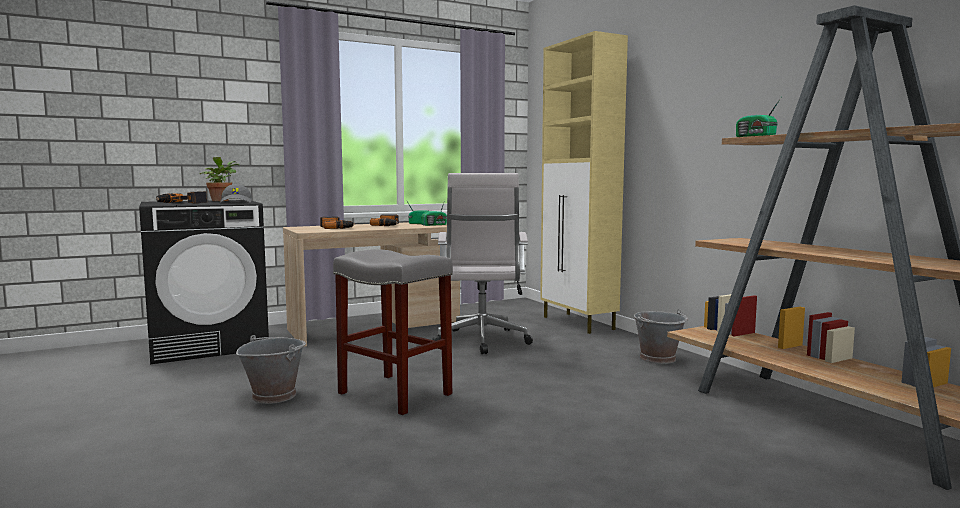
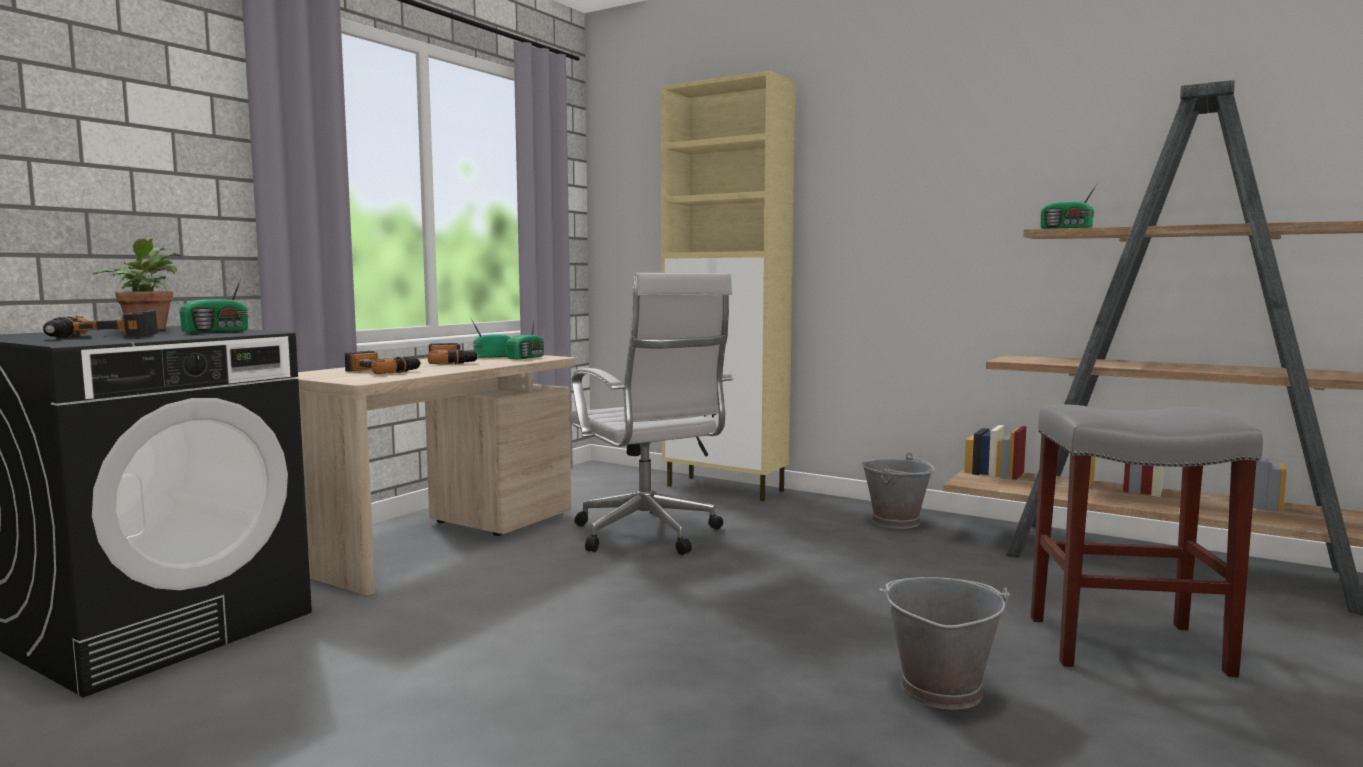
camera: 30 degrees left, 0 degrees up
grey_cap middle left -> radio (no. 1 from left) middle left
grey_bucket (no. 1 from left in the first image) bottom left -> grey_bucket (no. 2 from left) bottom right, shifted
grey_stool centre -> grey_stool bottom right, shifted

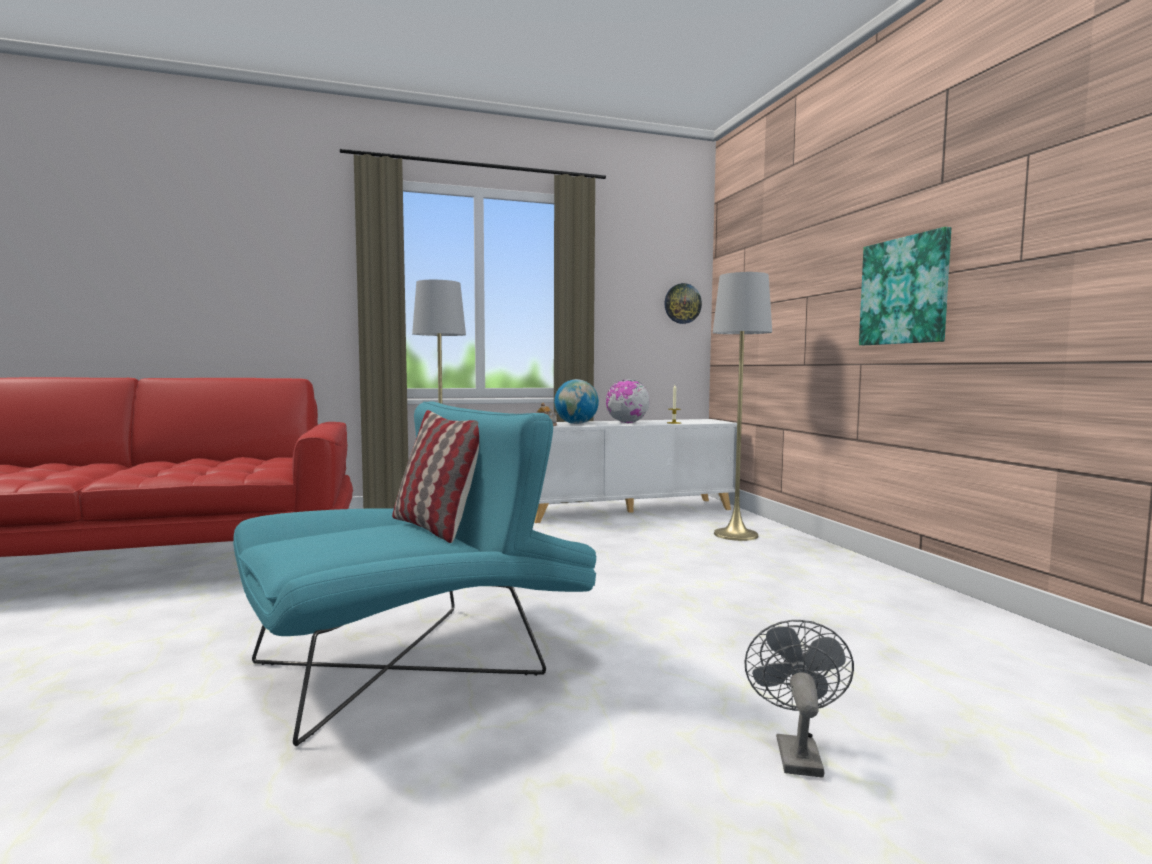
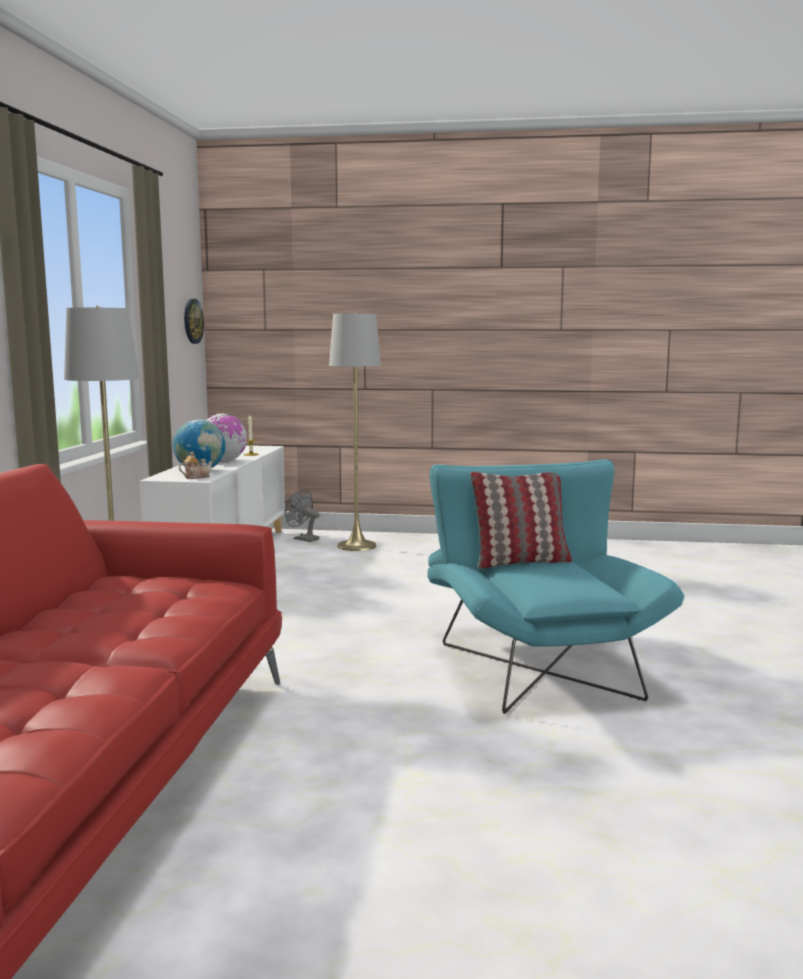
camera: 65 degrees left, 5 degrees up
grey_fan bottom right -> grey_fan centre, shifted
picture top right -> none

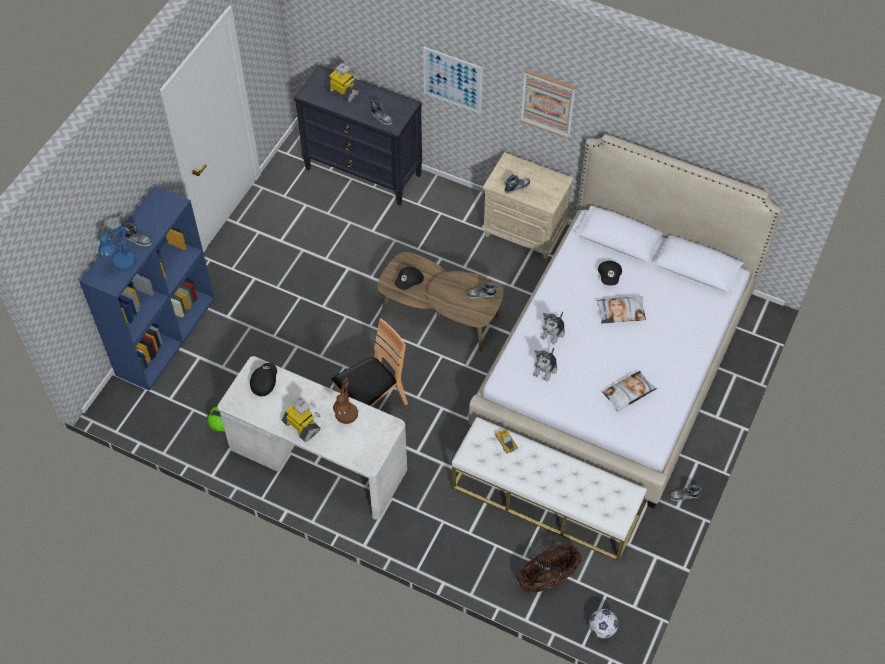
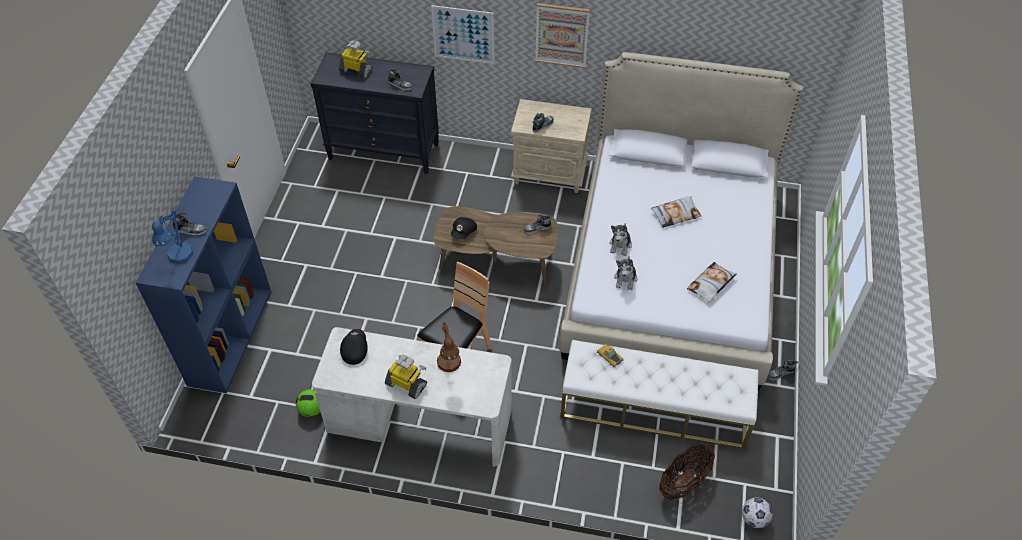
camera: 15 degrees left, 5 degrees down
black_cap (no. 3 from left) middle right -> none

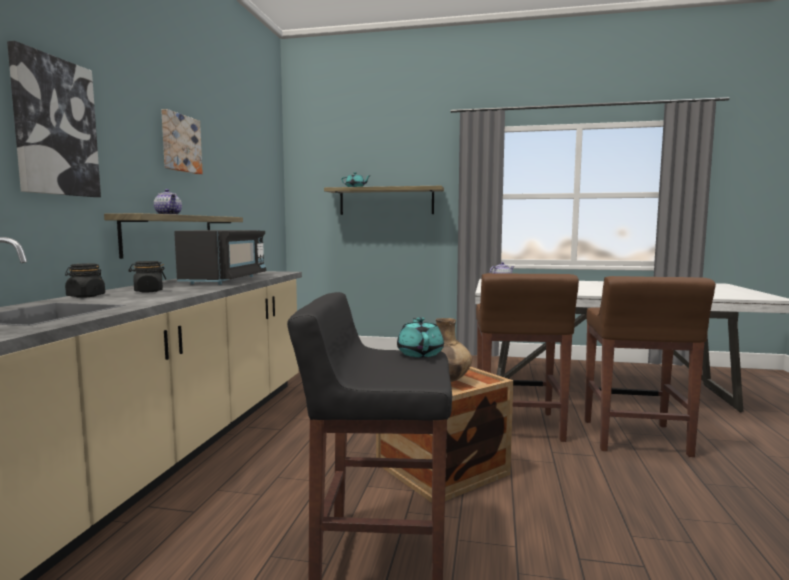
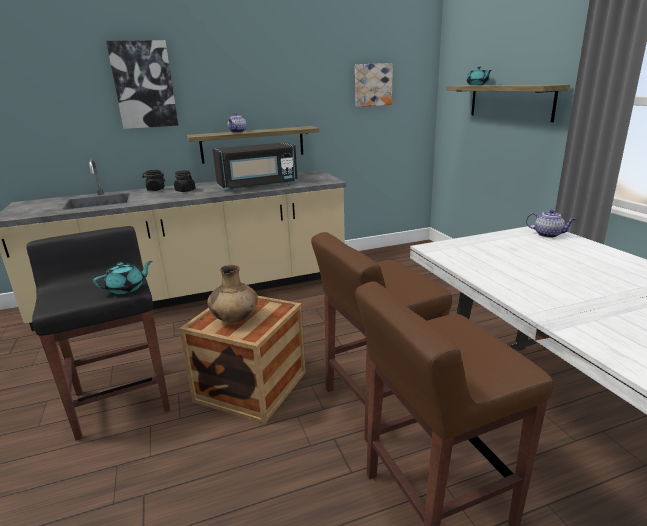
camera: 60 degrees right, 15 degrees up
picture (no. 2 from left) top left -> picture (no. 2 from left) top centre, shifted

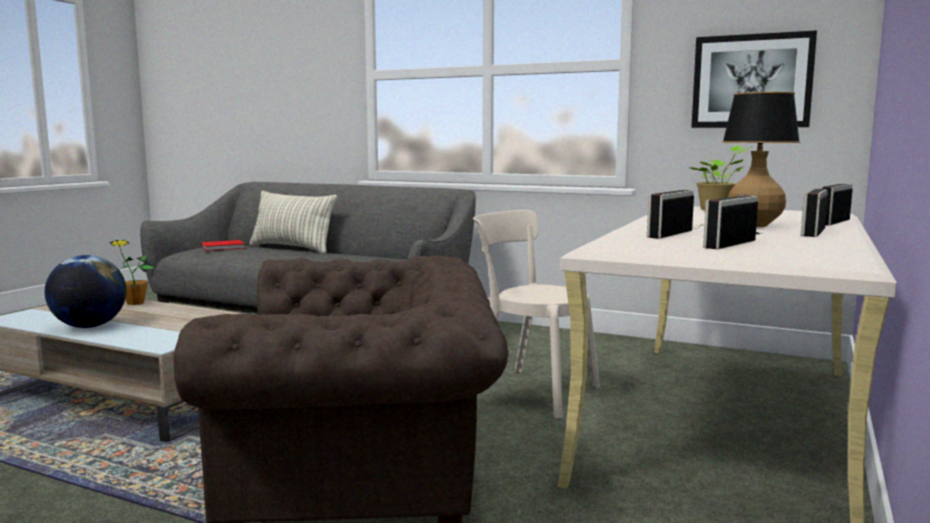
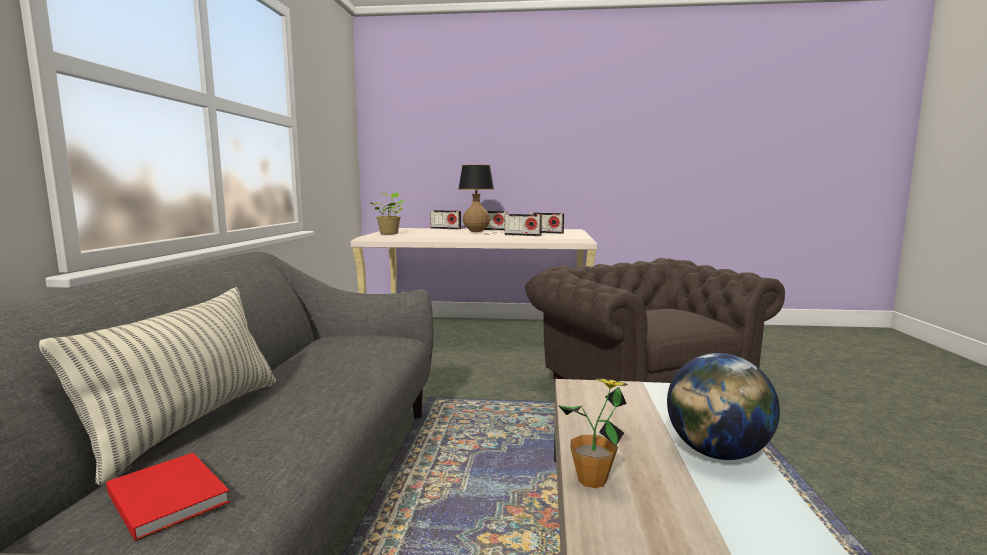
camera: 110 degrees left, 0 degrees up
beige_chair centre -> none
picture top right -> none

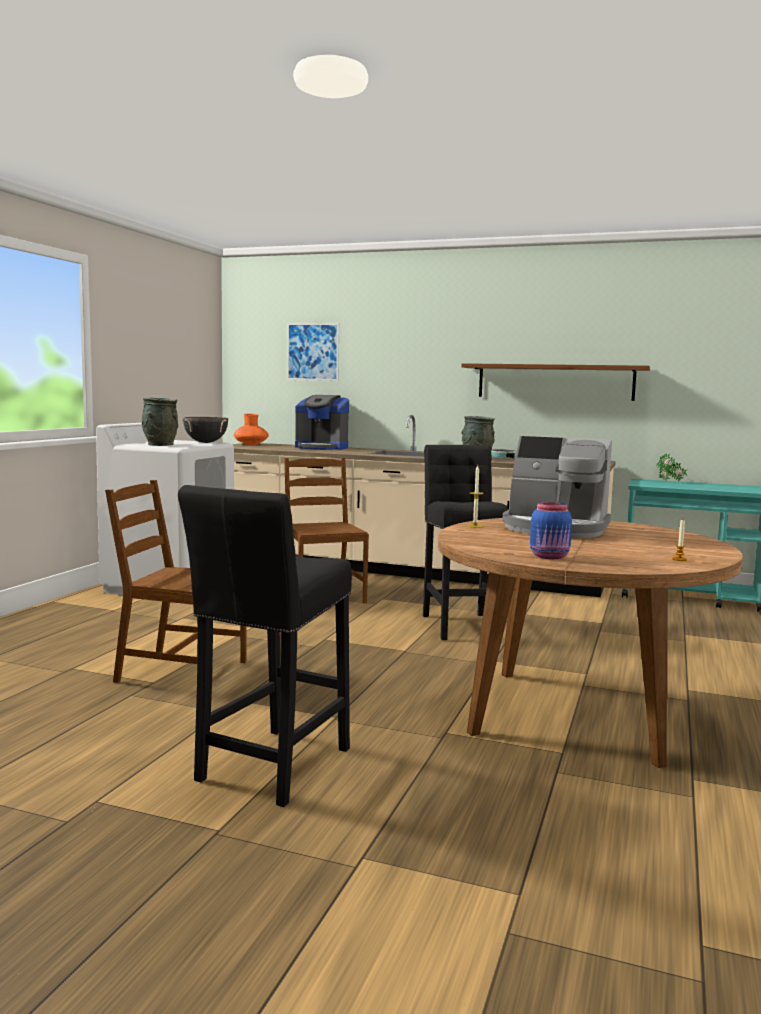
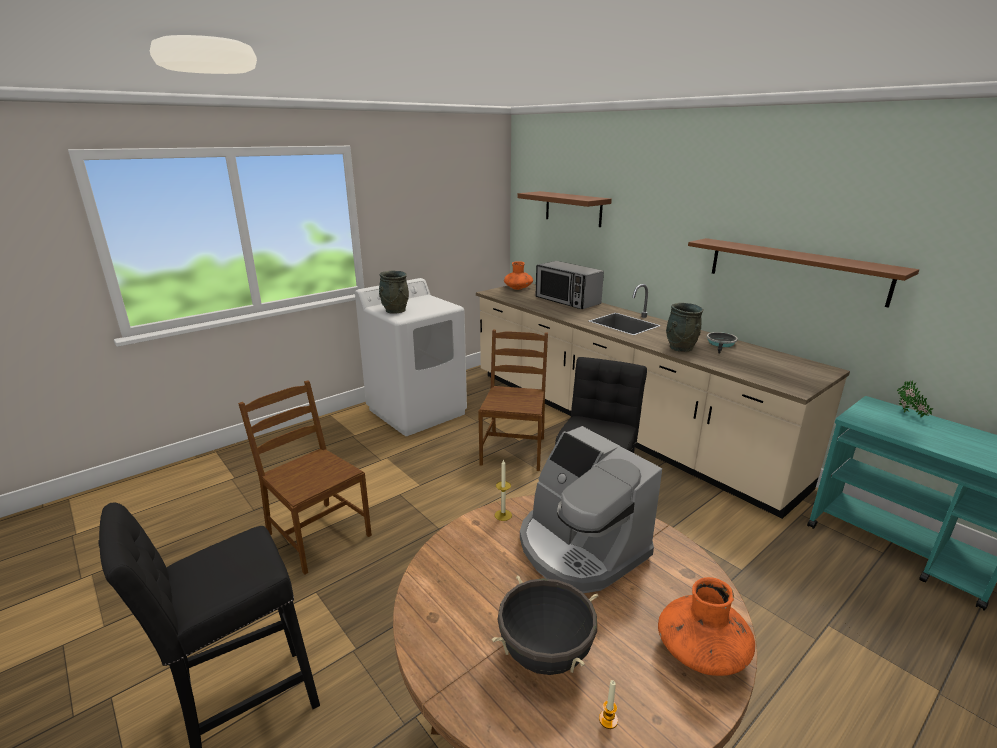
camera: 30 degrees right, 15 degrees up
black_cooking_pot middle left -> black_cooking_pot bottom centre, shifted
picture centre -> brown_shelf (no. 1 from left) top centre
coffee_machine (no. 1 from left) centre -> microwave centre
none -> orange_vase (no. 2 from left) bottom right
blue_jar middle right -> none

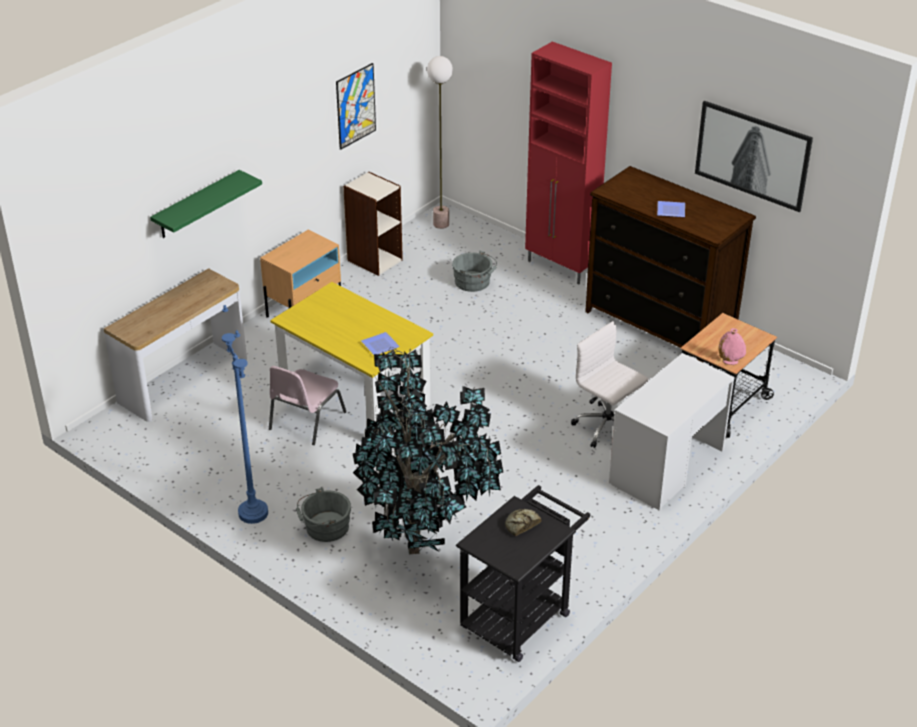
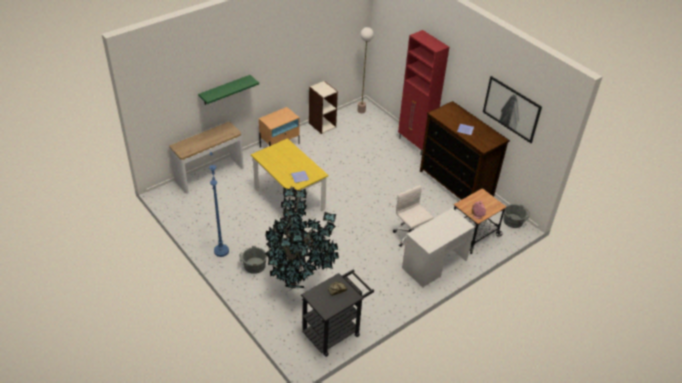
camera: 10 degrees right, 5 degrees up
grey_bucket (no. 2 from left) centre -> grey_bucket (no. 2 from left) middle right, shifted
pink_chair centre -> none
picture (no. 1 from left) top centre -> none

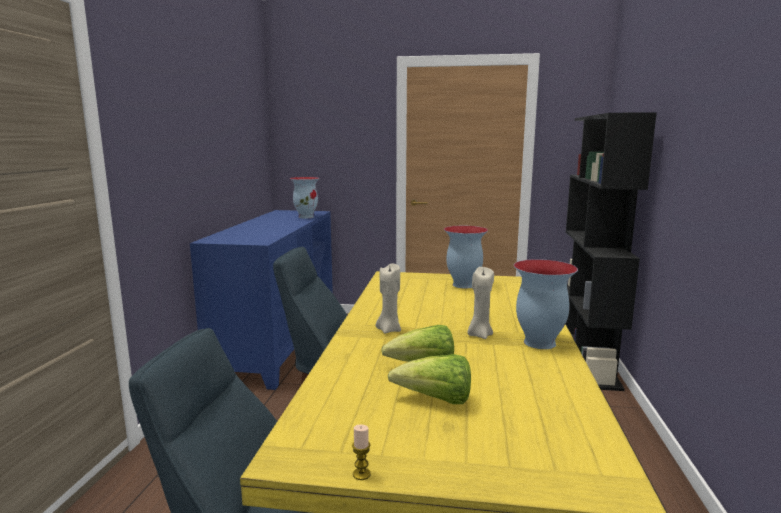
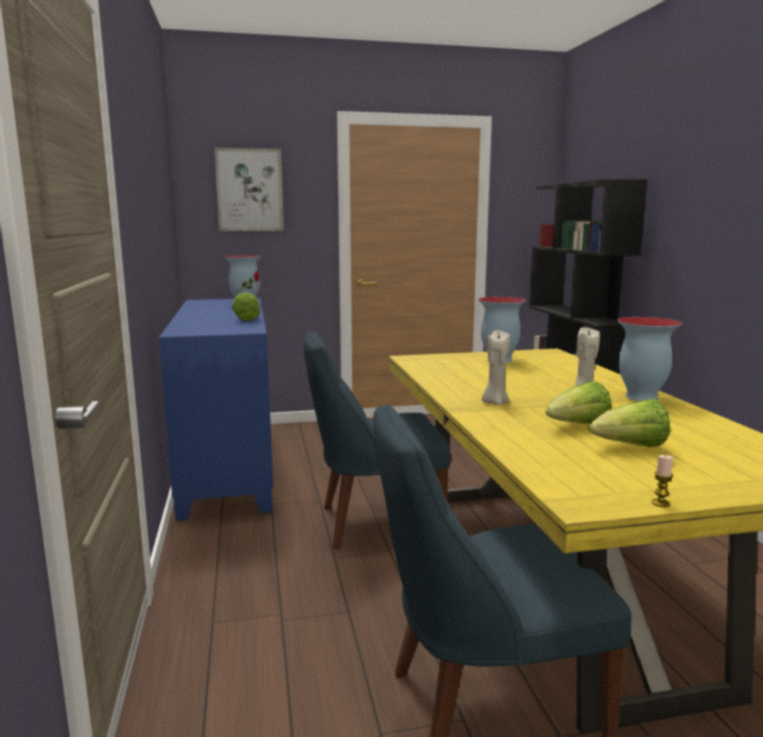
camera: 20 degrees left, 0 degrees up
none -> picture top left
none -> lettuce (no. 1 from left) middle left

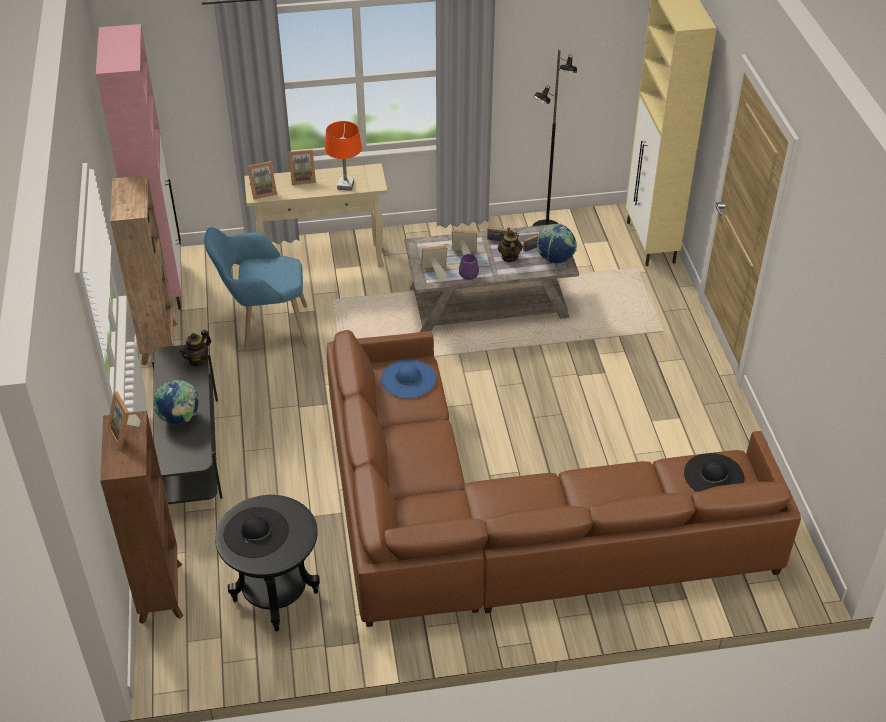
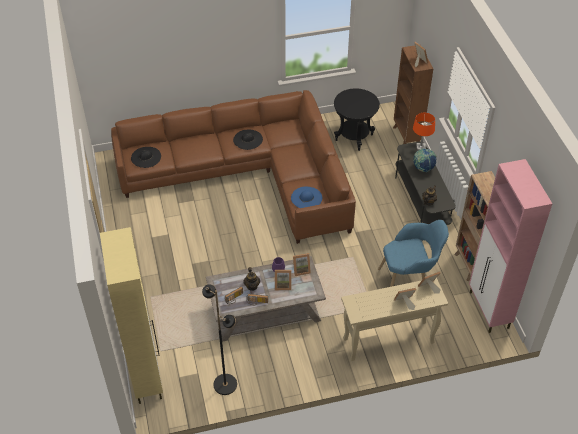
camera: 175 degrees right, 5 degrees up
black_hat (no. 1 from left in the first image) bottom left -> black_hat (no. 2 from left) top centre, shifted
orange_table_lamp top centre -> orange_table_lamp top right, shifted
globe (no. 2 from left) centre -> none

